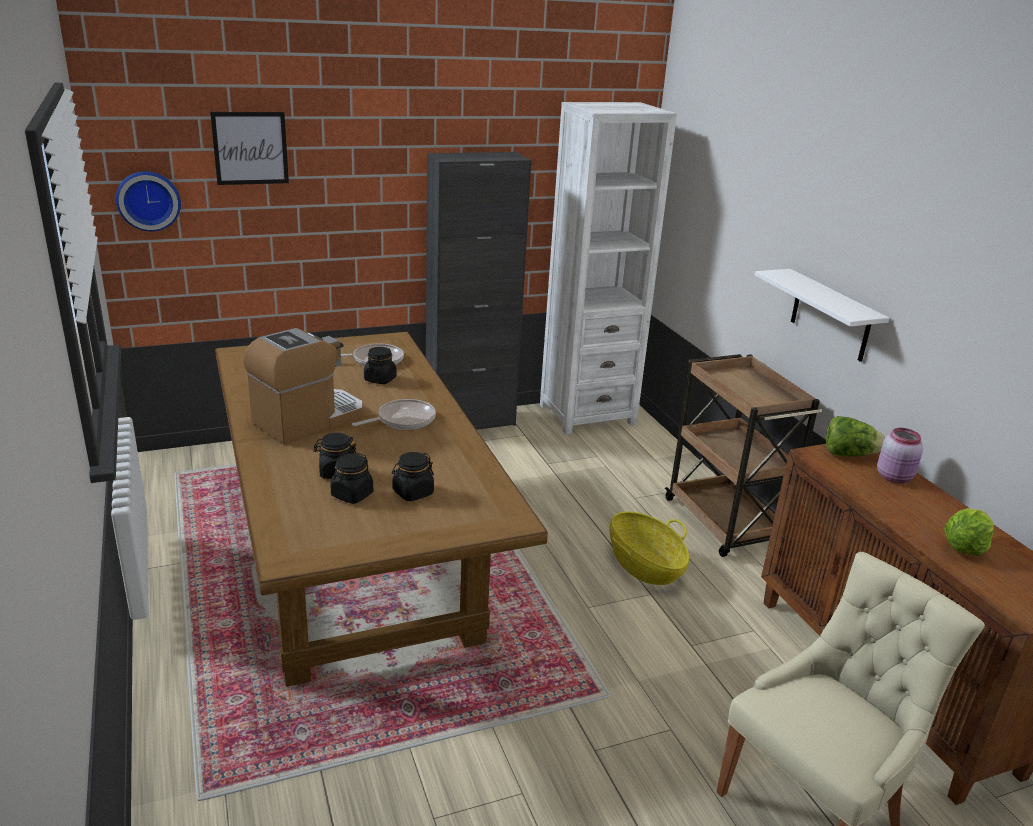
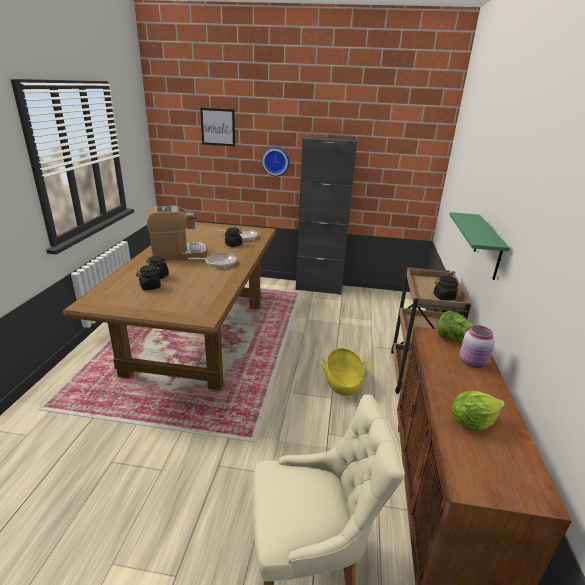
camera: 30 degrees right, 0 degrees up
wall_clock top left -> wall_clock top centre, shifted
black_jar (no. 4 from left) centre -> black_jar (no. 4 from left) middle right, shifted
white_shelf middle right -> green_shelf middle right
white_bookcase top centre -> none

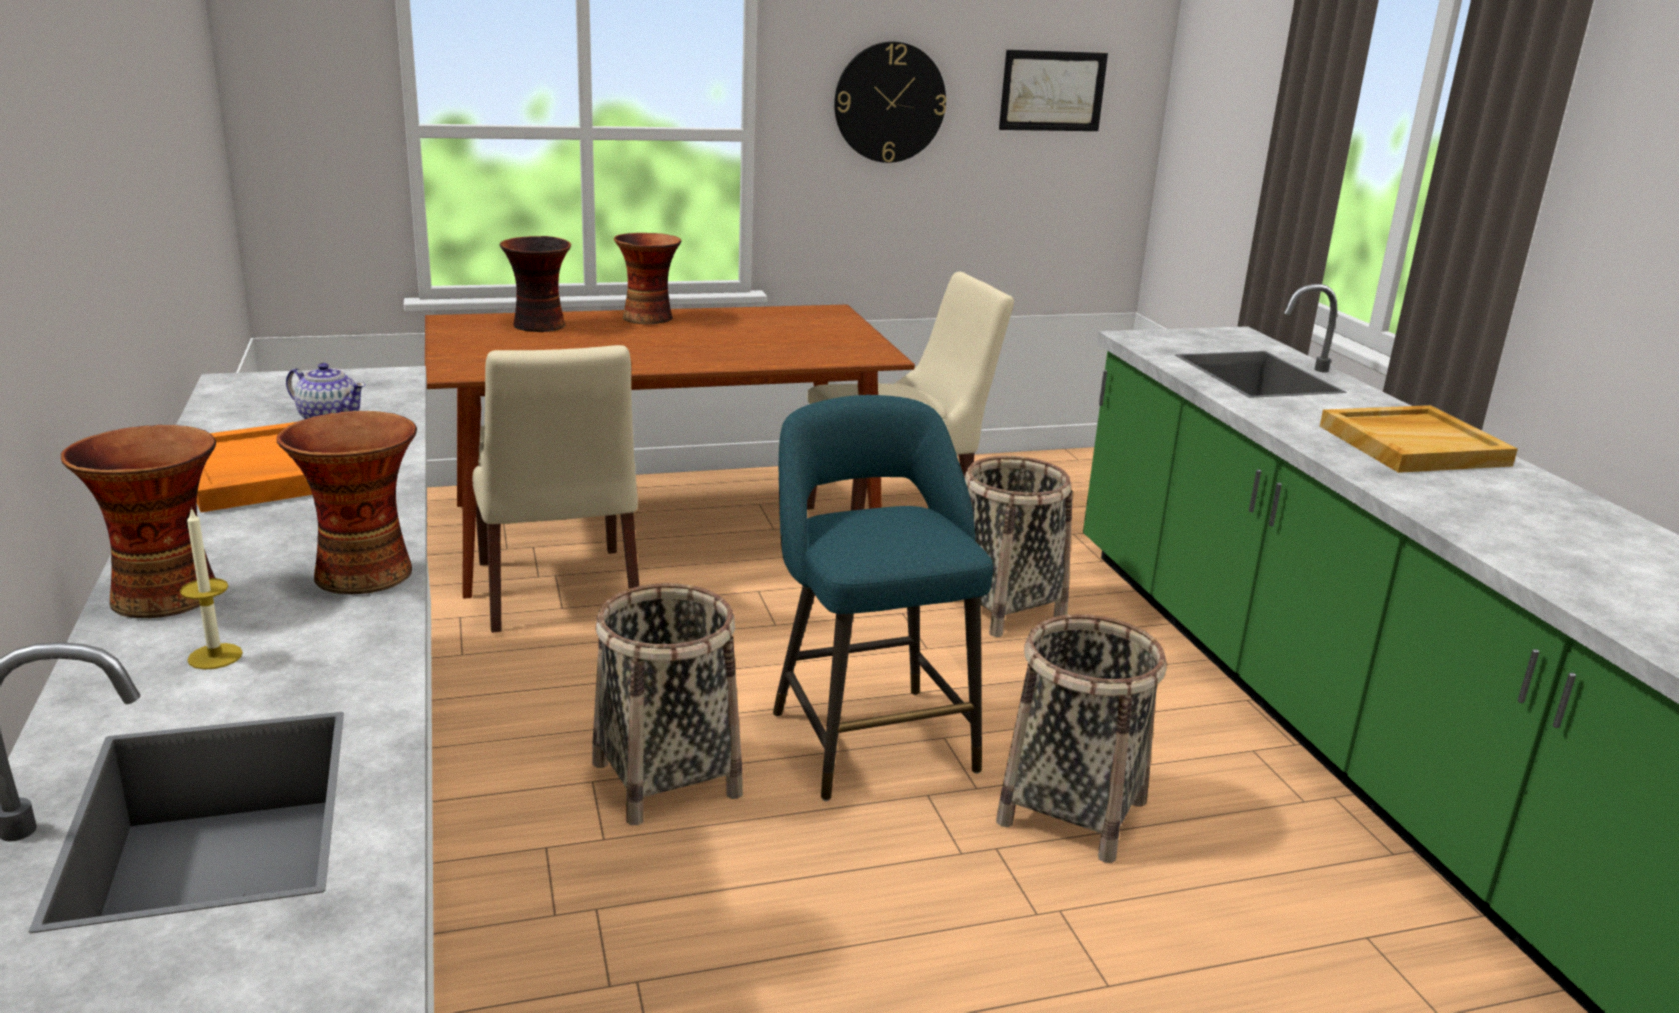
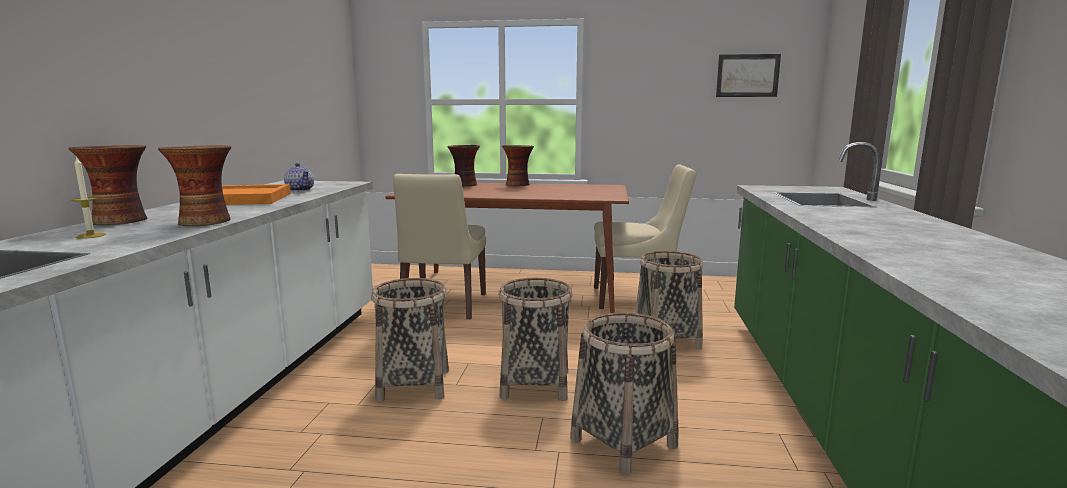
camera: 25 degrees right, 10 degrees down
turquoise_stool centre -> basket (no. 2 from left) bottom centre
wall_clock top centre -> none
beige_tray middle right -> none

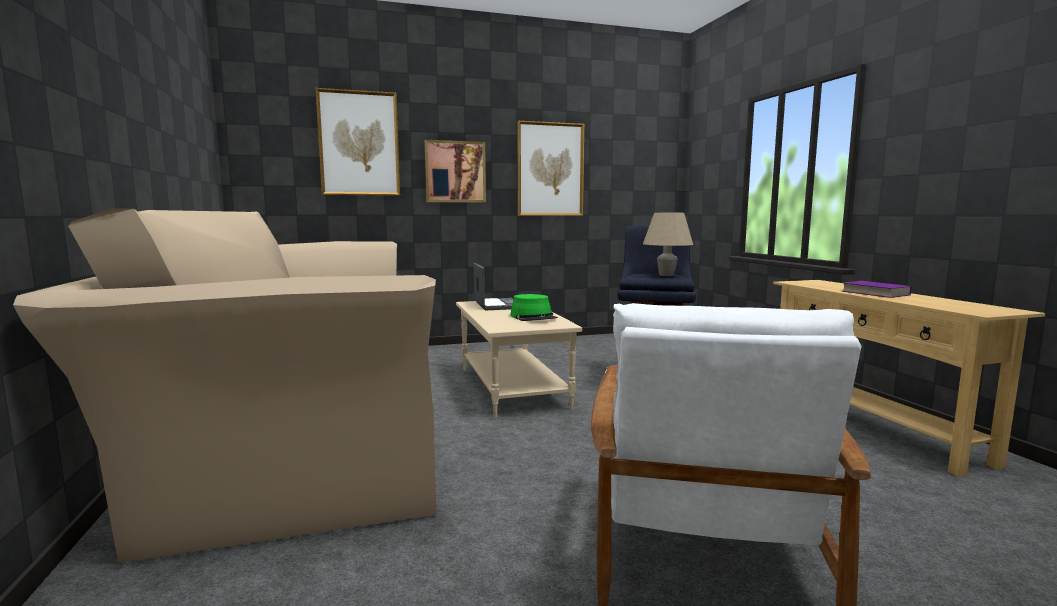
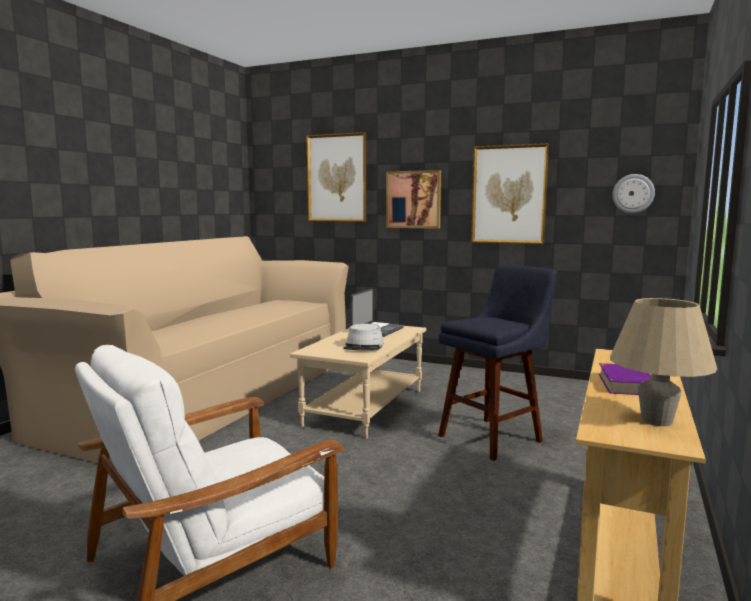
camera: 40 degrees right, 0 degrees up
green_hat centre -> grey_hat centre
beige_table_lamp centre -> beige_table_lamp middle right, shifted
none -> wall_clock top right

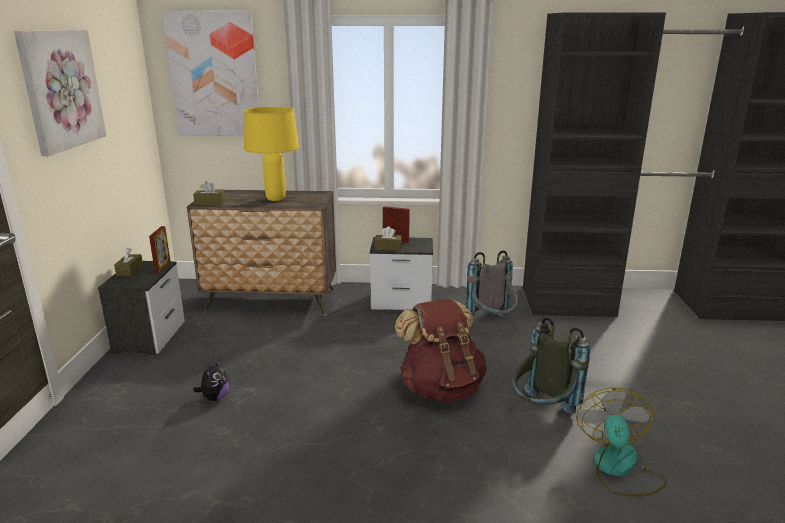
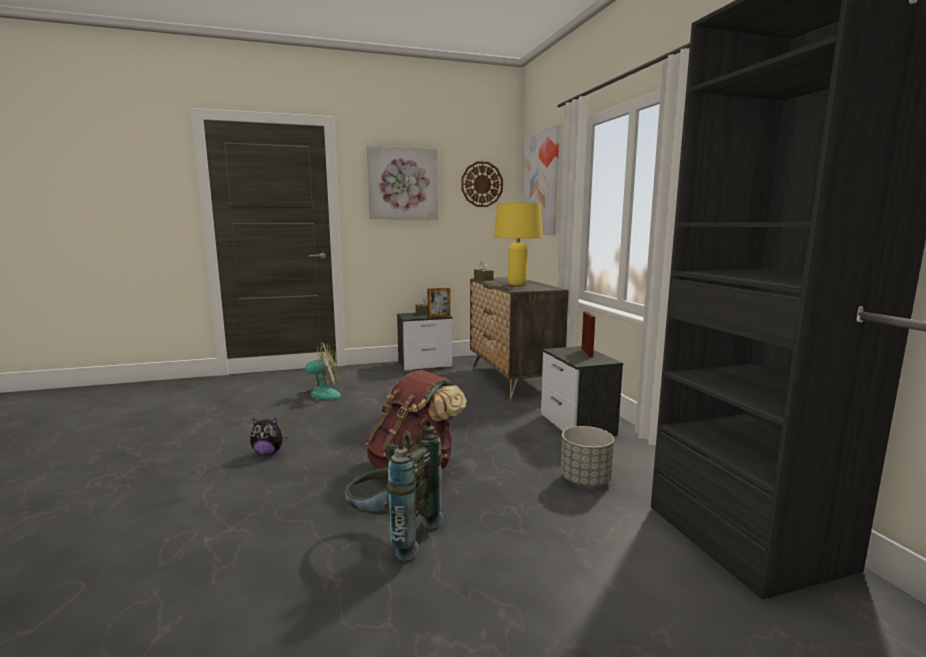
camera: 70 degrees right, 10 degrees down
plush_toy bottom left -> plush_toy middle left, shifted
fan bottom right -> fan centre, shifted
none -> wall_clock top centre
grey_backpack (no. 1 from left) centre -> grey_planter bottom centre
brown_tissue_box (no. 3 from left) centre -> none

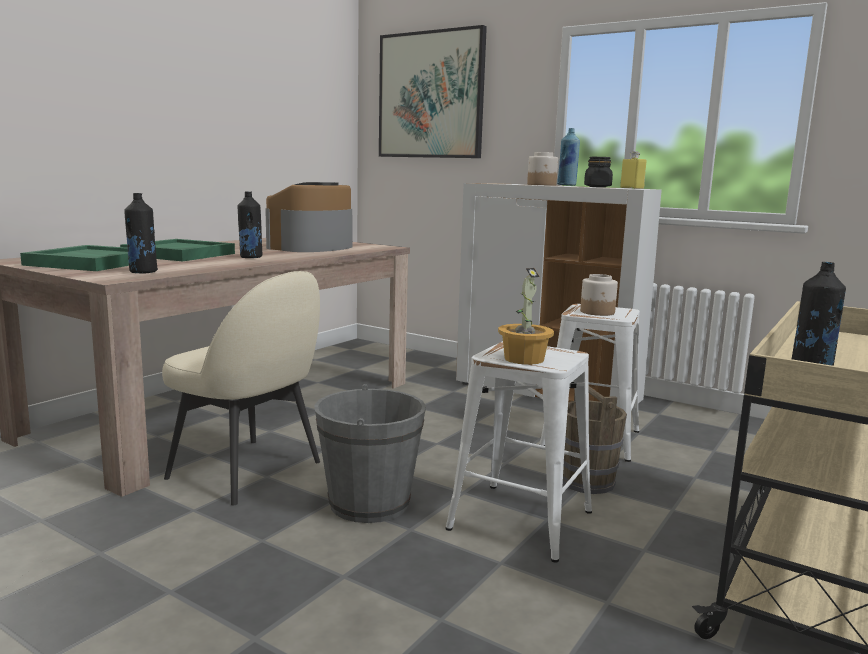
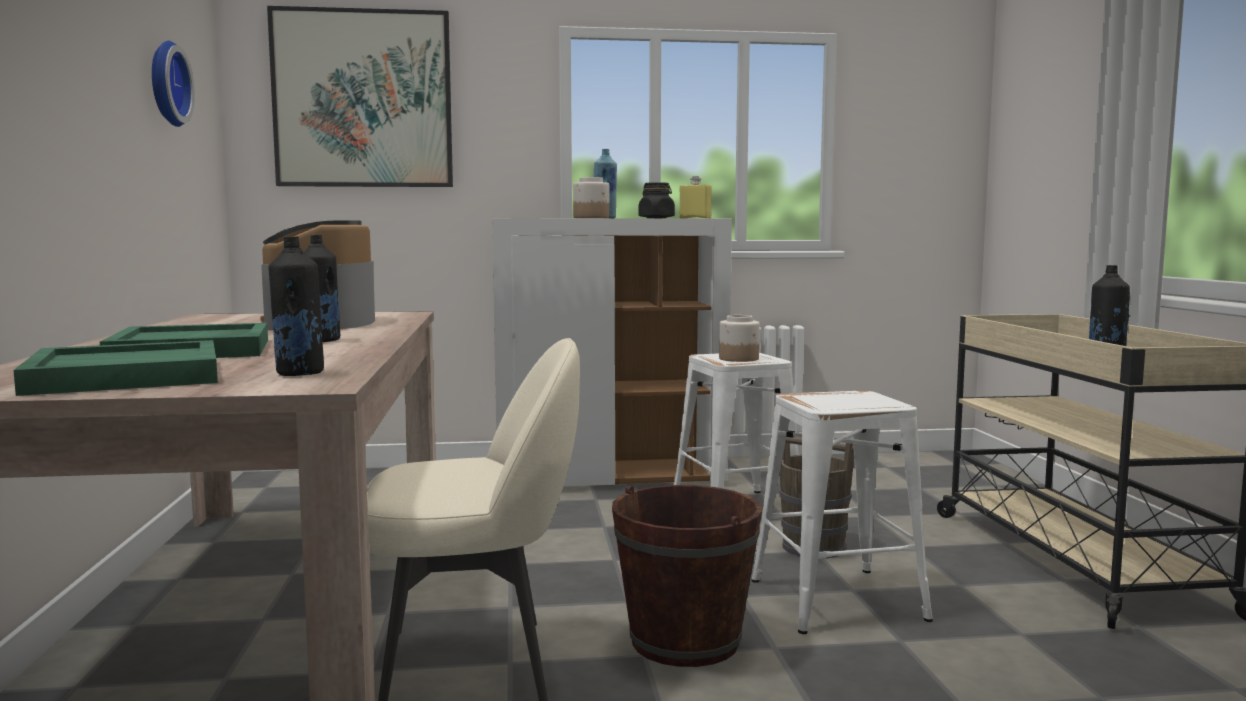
camera: 40 degrees left, 5 degrees down
none -> wall_clock top left
grey_bucket bottom centre -> brown_bucket (no. 1 from left) bottom centre
potted_plant centre -> none

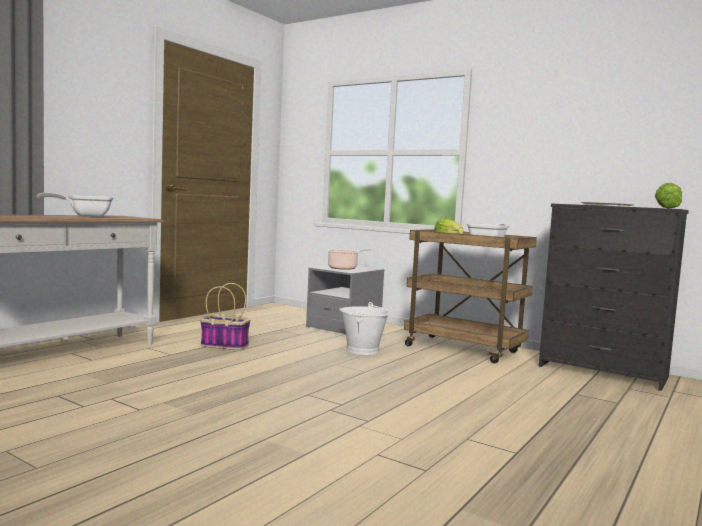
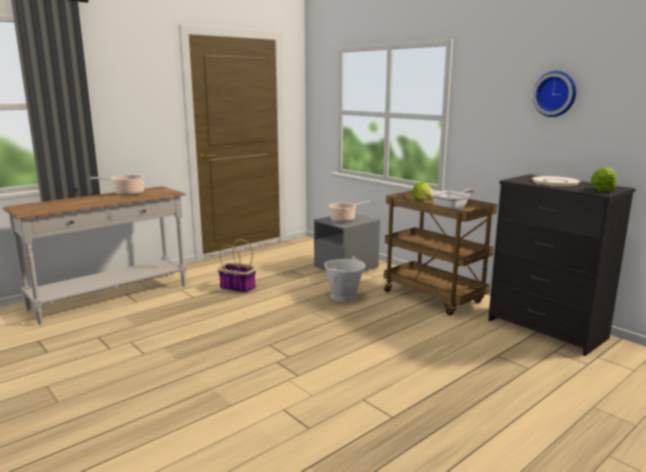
camera: 15 degrees right, 10 degrees up
frying_pan (no. 1 from left) middle left -> cooking_pot (no. 1 from left) middle left
none -> wall_clock top right

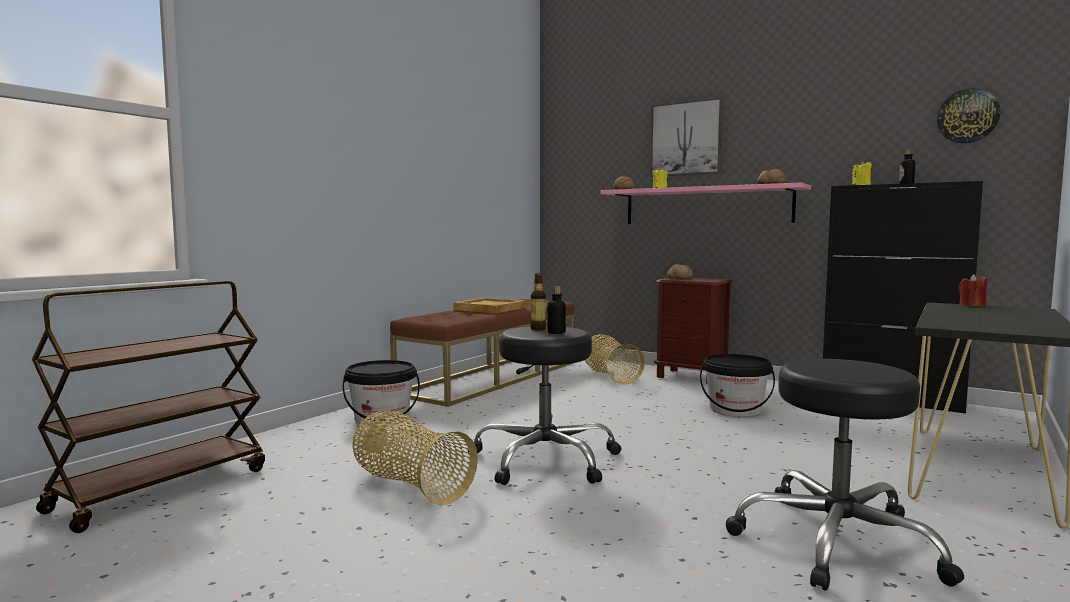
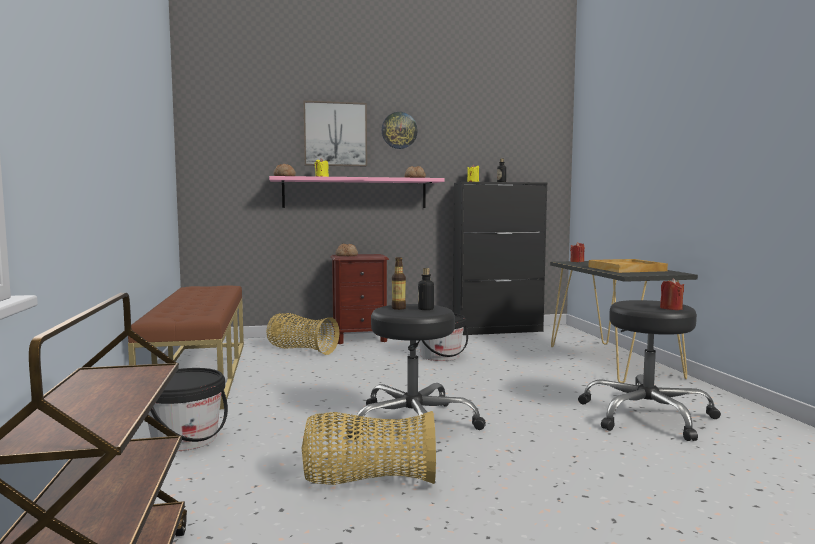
camera: 45 degrees left, 0 degrees up
wall_clock top right -> wall_clock top centre, shifted
beige_tray centre -> beige_tray middle right, shifted
none -> red_candle (no. 2 from left) middle right

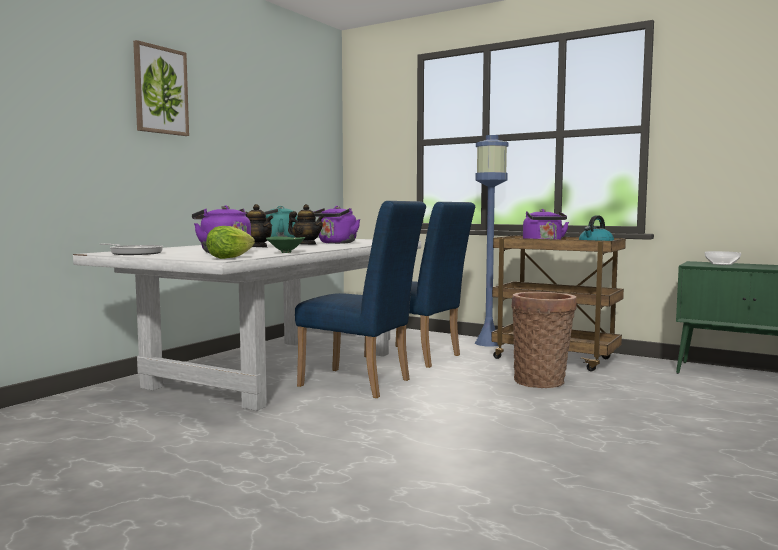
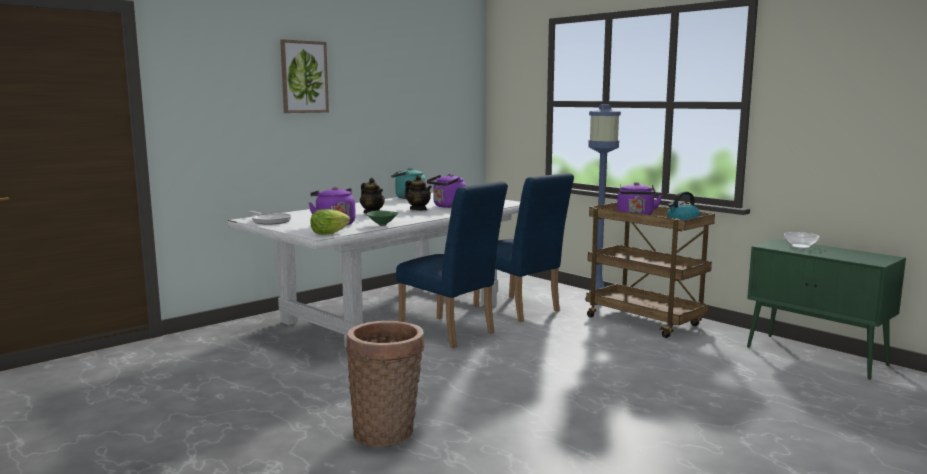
camera: 15 degrees right, 5 degrees up
basket middle right -> basket bottom centre, shifted

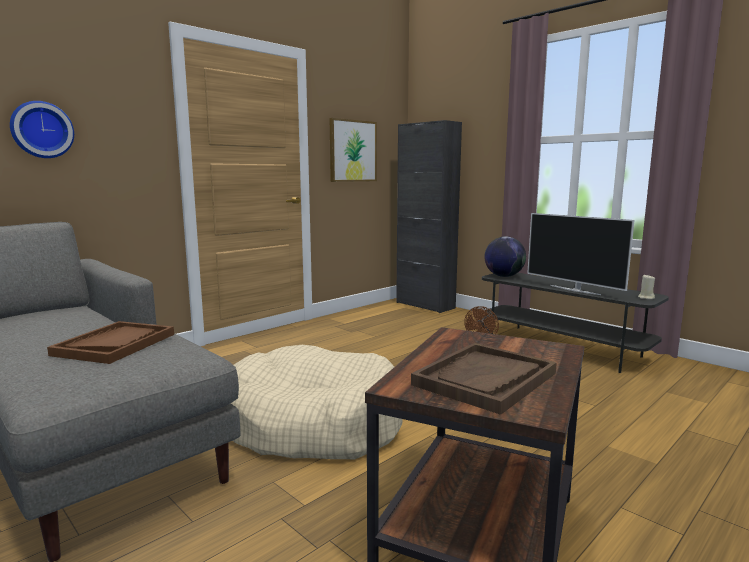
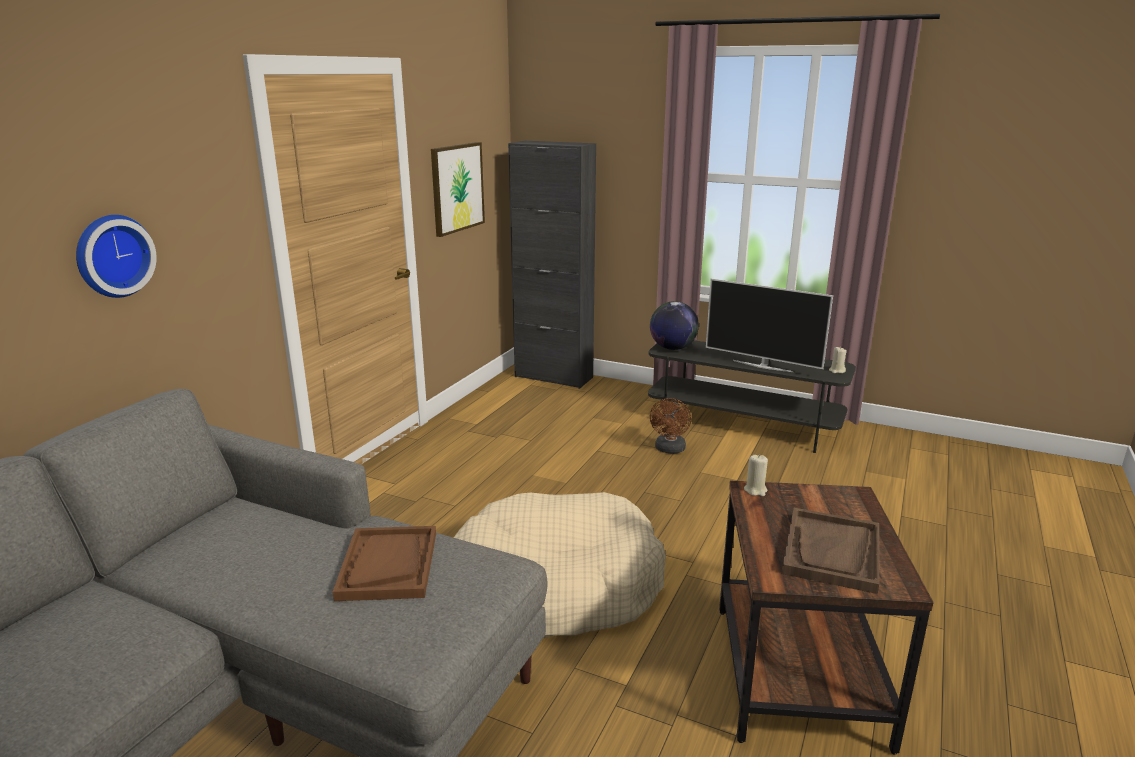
camera: 20 degrees left, 10 degrees up
none -> beige_candle (no. 1 from left) centre

